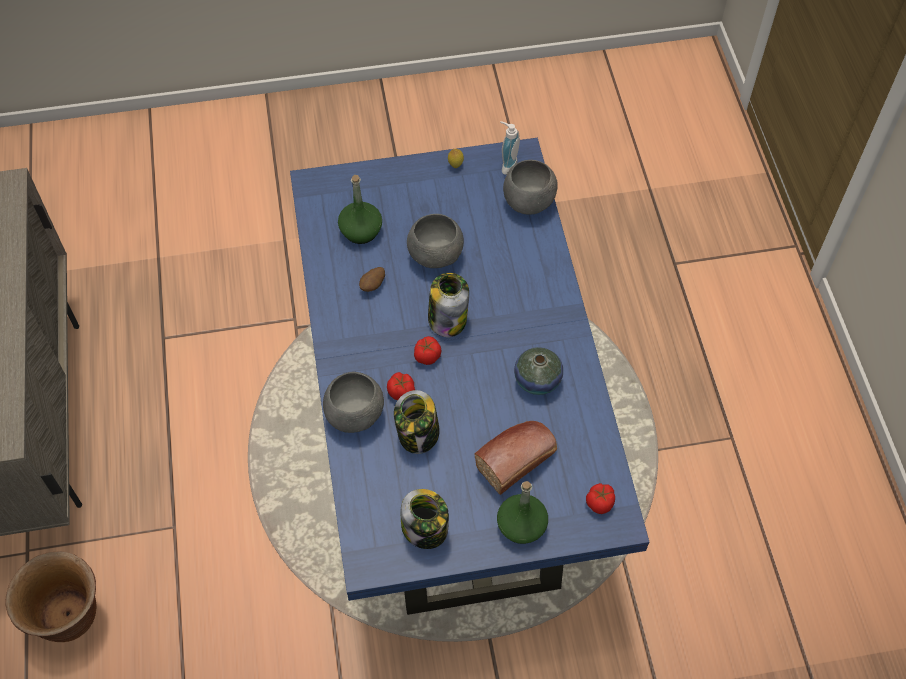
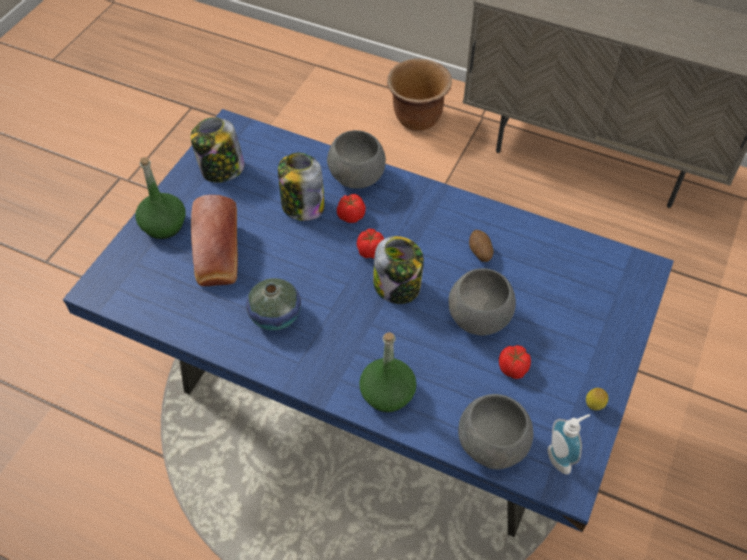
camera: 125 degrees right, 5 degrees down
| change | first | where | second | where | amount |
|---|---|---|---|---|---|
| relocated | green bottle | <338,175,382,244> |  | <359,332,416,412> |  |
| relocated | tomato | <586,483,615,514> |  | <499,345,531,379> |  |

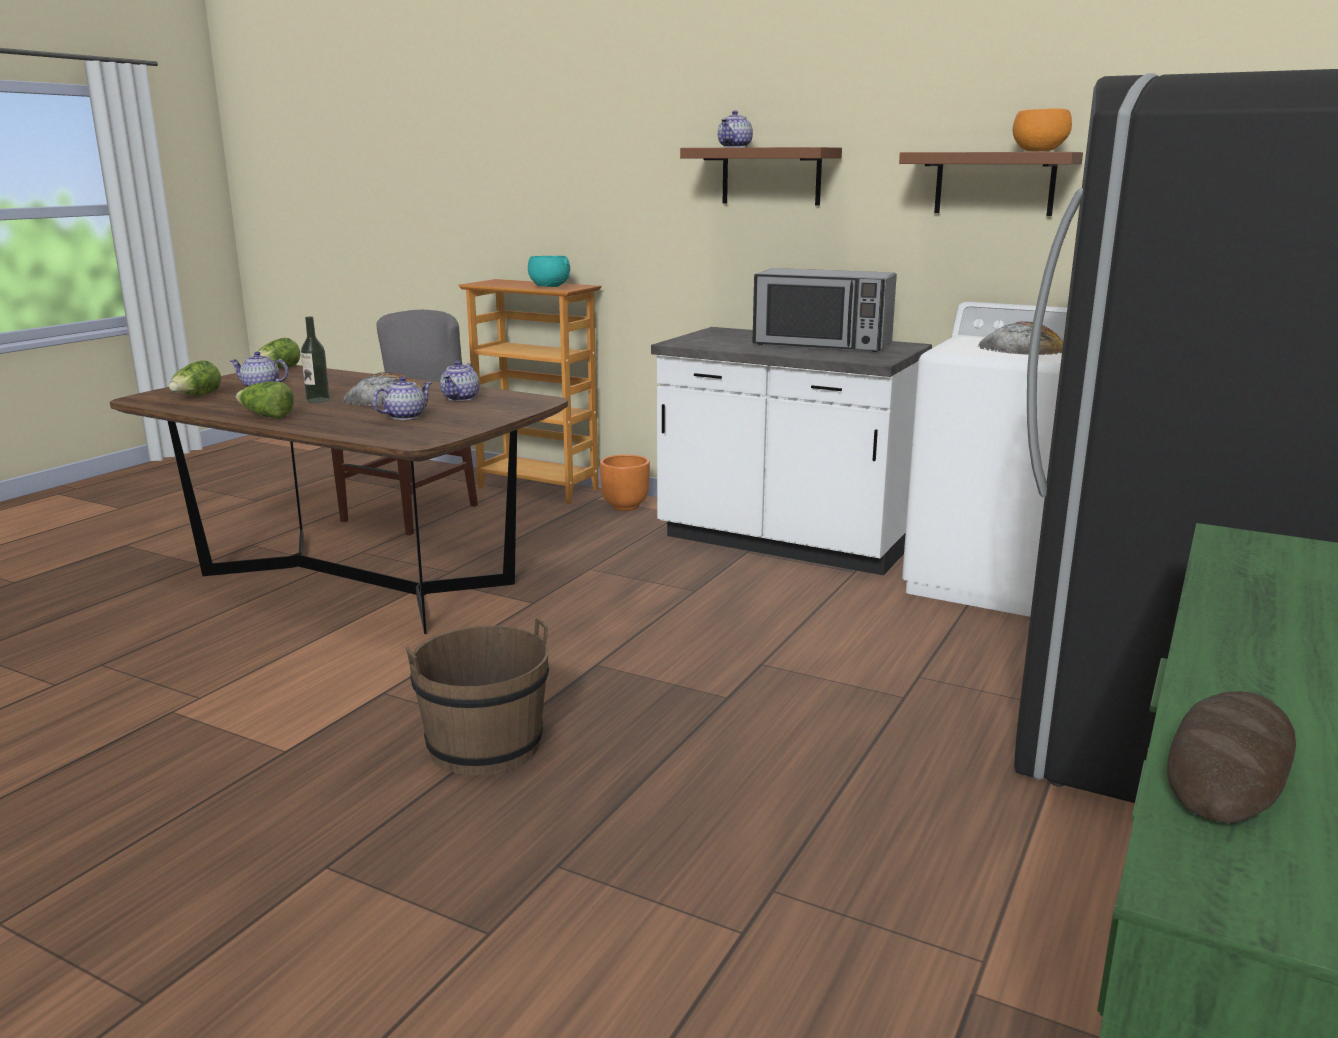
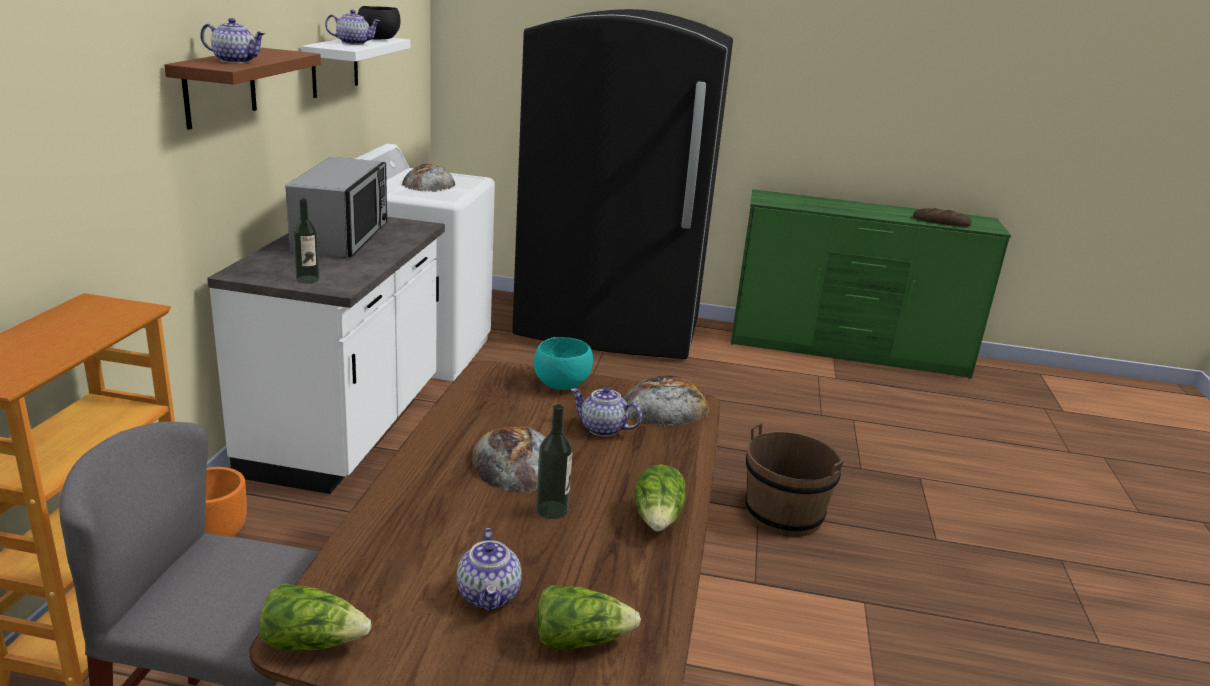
camera: 110 degrees left, 5 degrees up
| change | first | where | second | where | amount |
|---|---|---|---|---|---|
| appeared |  |  | bottle | <293,198,320,283> |  |
| appeared |  |  | bread | <623,375,709,426> |  |
| relocated | teapot | <440,361,480,401> |  | <325,10,380,45> |  |
| relocated | turquoise bowl | <528,256,570,287> |  | <534,337,593,390> |  |
| colour | brown shelf | <899,152,1083,216> | white shelf | <301,38,410,98> |  |
| colour | orange bowl | <1013,108,1072,152> | black bowl | <358,6,401,39> |  |

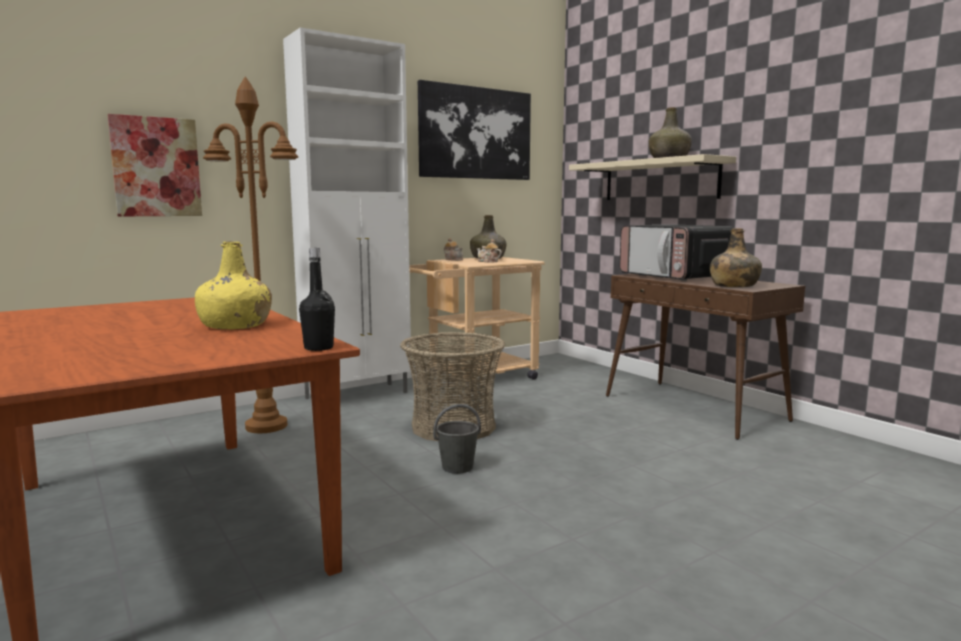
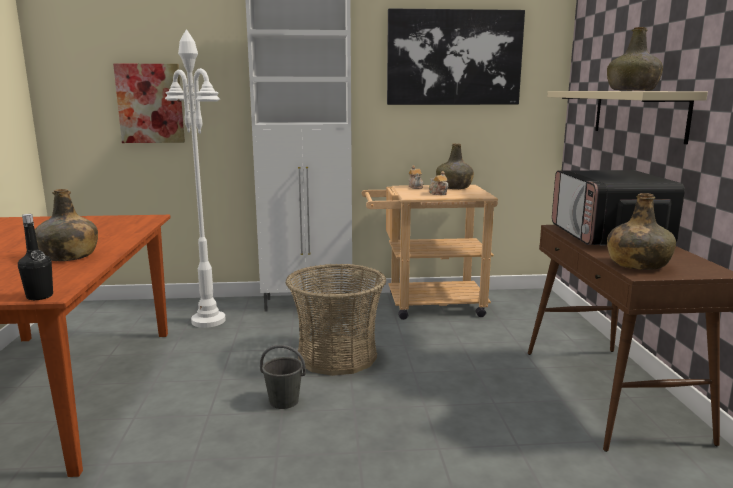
camera: 30 degrees right, 5 degrees up
| change | first | where | second | where | amount |
|---|---|---|---|---|---|
| colour | yellow bottle | <195,241,272,329> | green bottle | <35,189,98,261> |  |
| colour | brown floor lamp | <203,76,298,433> | white floor lamp | <165,29,226,328> |  |

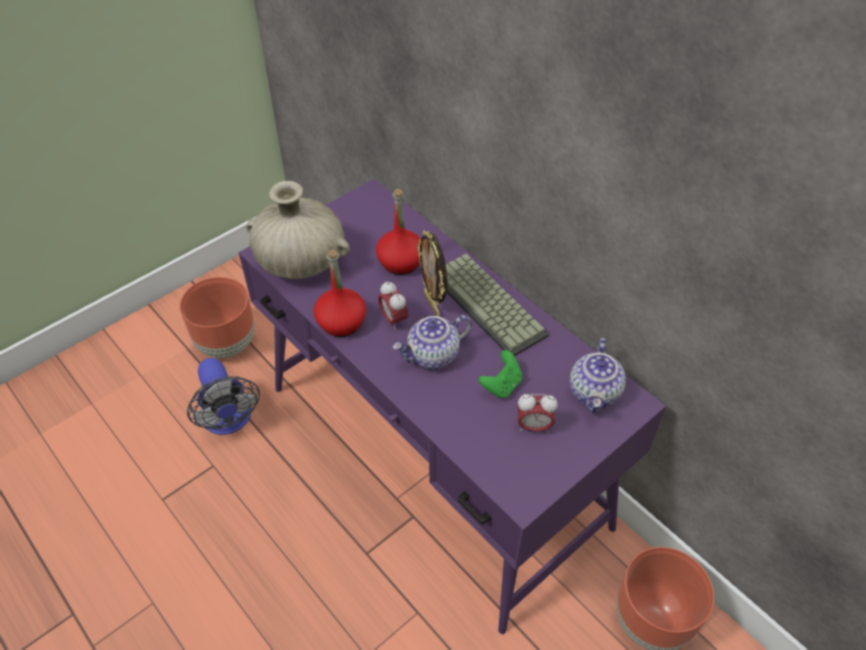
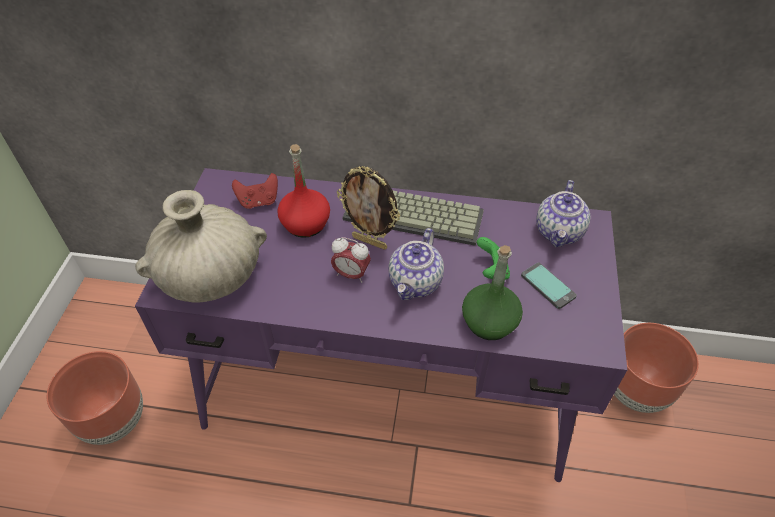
camera: 40 degrees left, 0 degrees up
| change | first | where | second | where | amount |
|---|---|---|---|---|---|
| missing | fan | <187,358,260,435> |  |  |  |
| missing | red bottle | <314,249,366,337> |  |  |  |
| appeared |  |  | red game controller | <232,173,278,209> |  |
| appeared |  |  | green bottle | <462,245,523,340> |  |
| exchanged | alarm clock | <518,394,558,433> | phone | <521,262,577,309> |  |
| spun | teapot | <570,338,626,413> |  | <536,180,591,247> | 45 degrees clockwise |

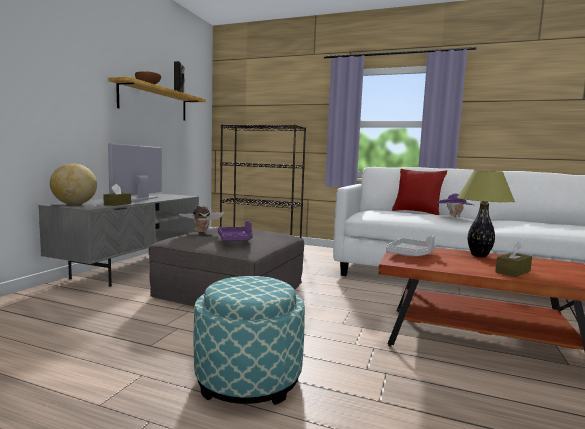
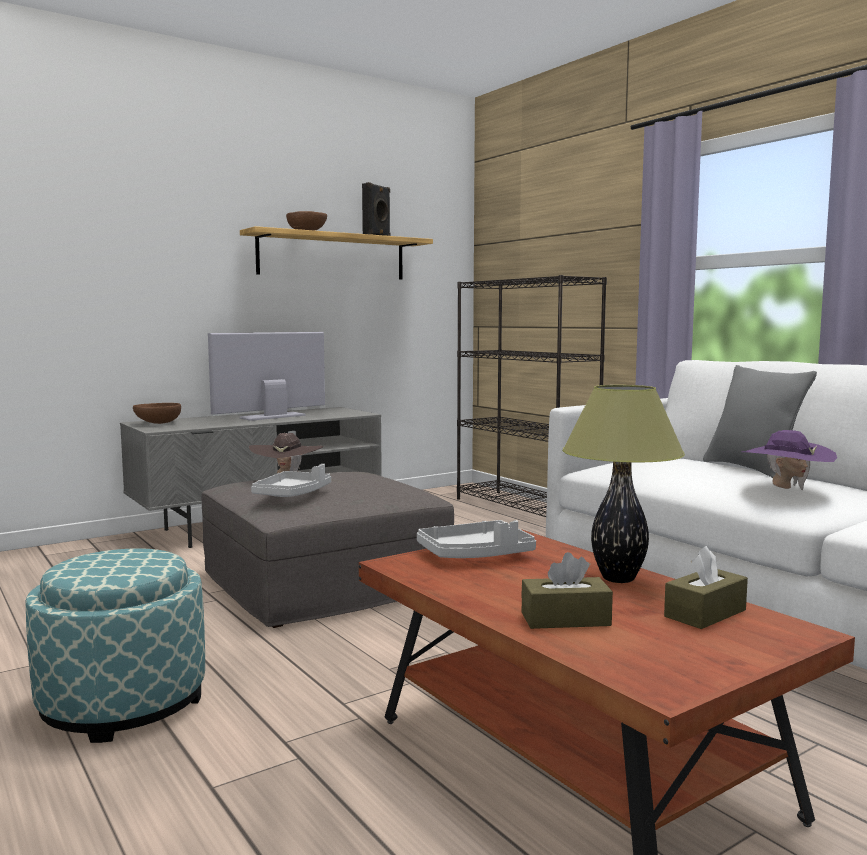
camera: 35 degrees right, 0 degrees up
| change | first | where | second | where | amount |
|---|---|---|---|---|---|
| relocated | brown tissue box | <103,184,131,206> |  | <664,546,748,629> |  |
| exchanged | globe | <50,163,97,205> | brown bowl | <133,403,181,424> |  |
| colour | purple tray | <218,221,253,241> | grey tray | <251,464,331,497> |  |
| colour | red pillow | <392,169,447,215> | grey pillow | <703,365,817,478> |  |

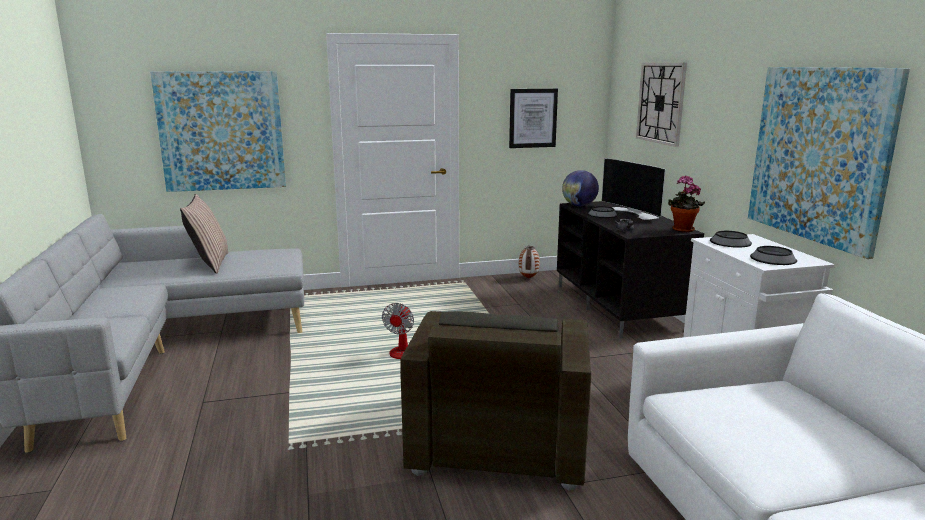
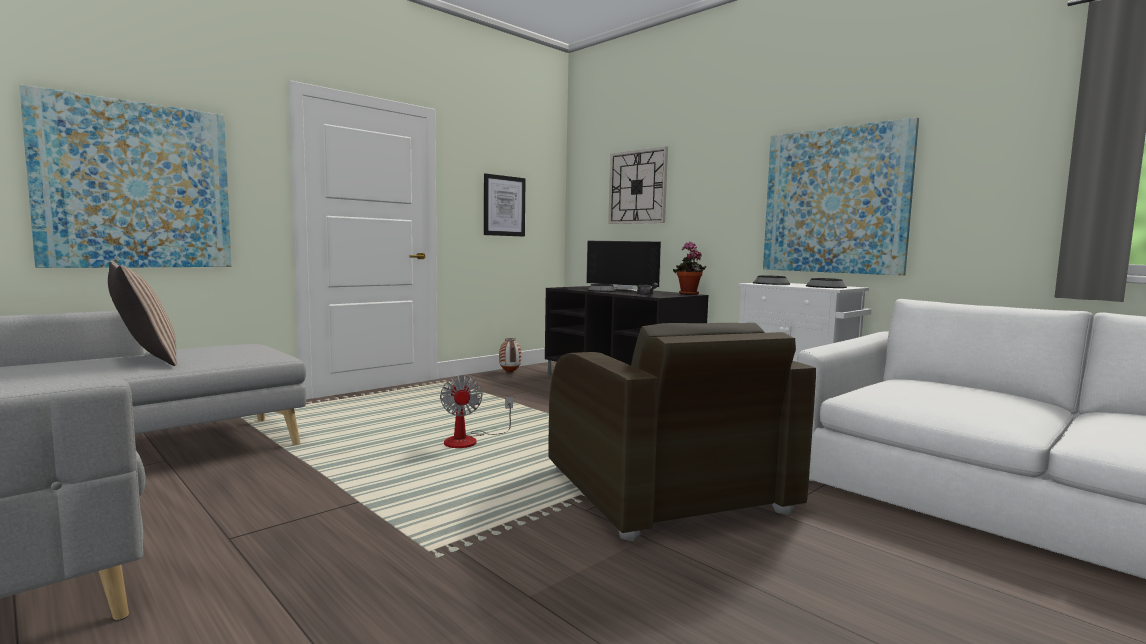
camera: 30 degrees left, 10 degrees down
| change | first | where | second | where | amount |
|---|---|---|---|---|---|
| missing | globe | <562,170,599,206> |  |  |  |

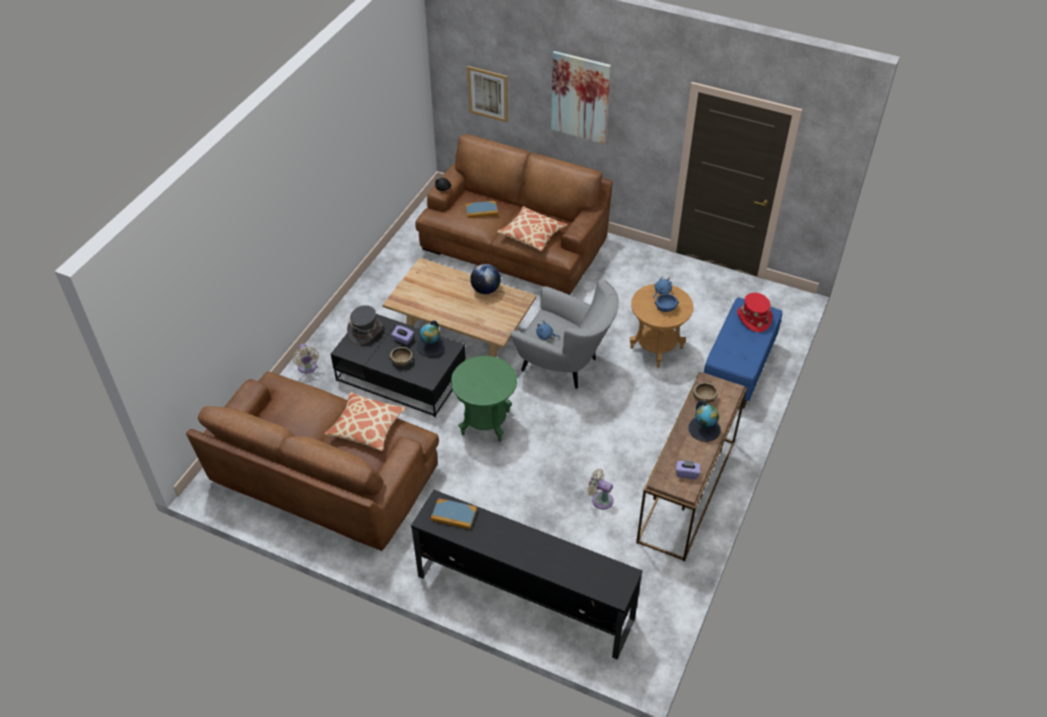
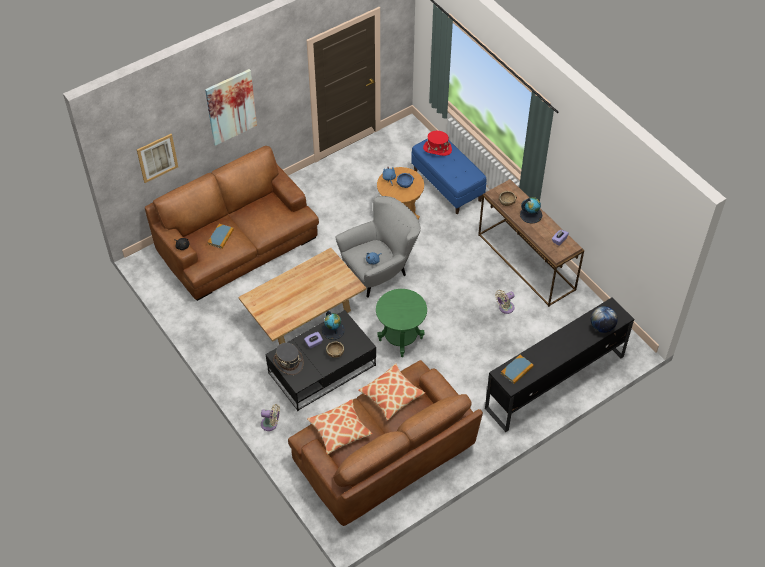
camera: 60 degrees left, 5 degrees up
| change | first | where | second | where | amount |
|---|---|---|---|---|---|
| relocated | globe | <470,264,501,294> |  | <591,306,618,333> |  |
| relocated | pillow | <497,206,568,251> |  | <307,399,373,455> |  |

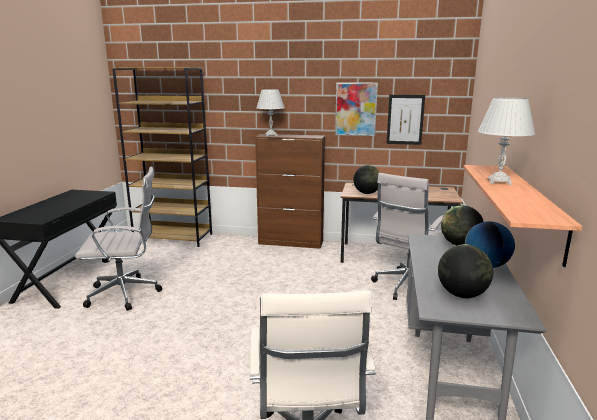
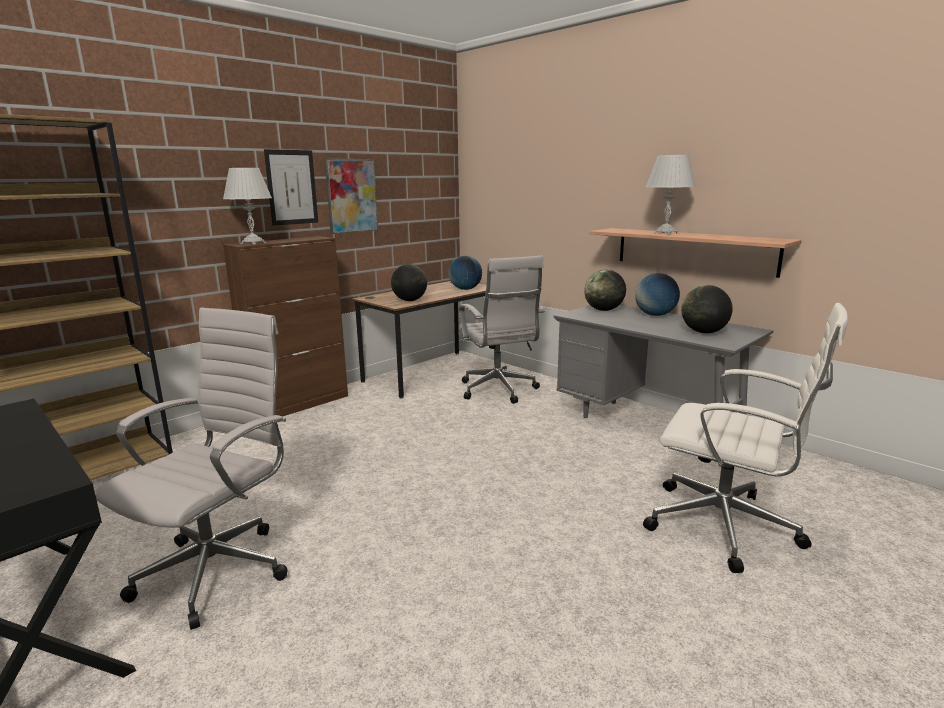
camera: 55 degrees left, 0 degrees up
| change | first | where | second | where | amount |
|---|---|---|---|---|---|
| appeared |  |  | globe | <449,256,482,290> |  |
| relocated | picture | <387,95,425,145> |  | <264,149,318,226> |  |

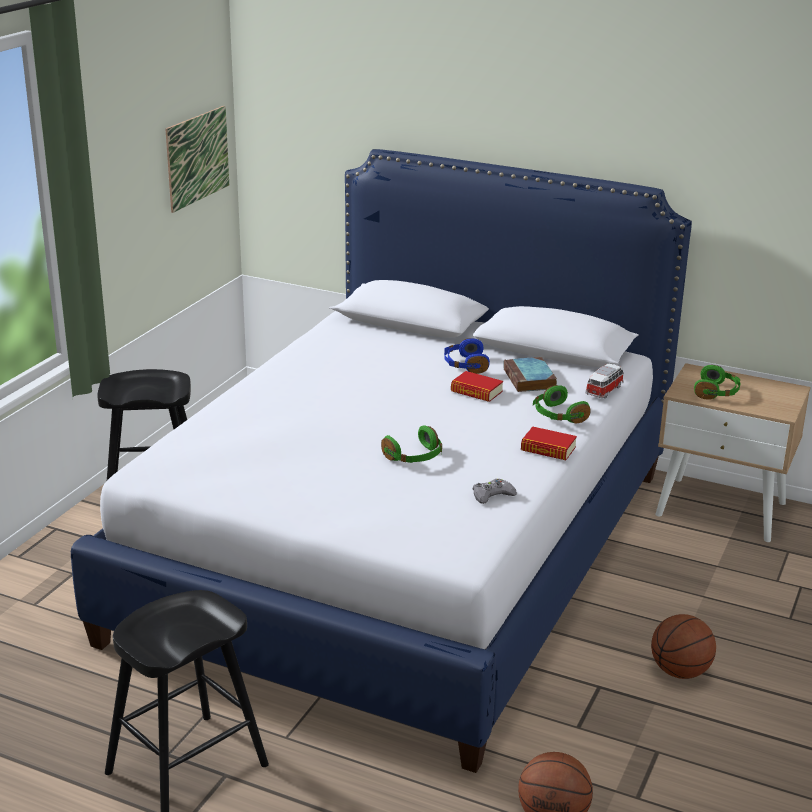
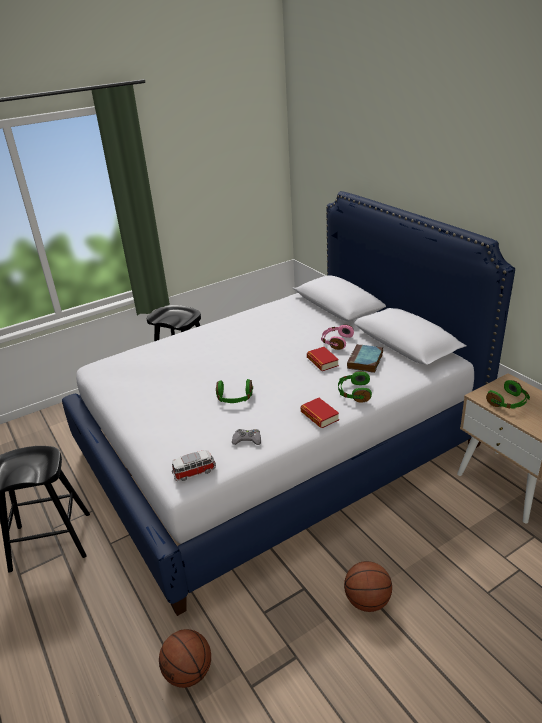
camera: 35 degrees right, 5 degrees up
| change | first | where | second | where | amount |
|---|---|---|---|---|---|
| missing | picture | <165,106,229,213> |  |  |  |
| relocated | toy car | <585,364,624,398> |  | <172,450,216,481> |  |
| colour | blue headphones | <444,338,490,374> | pink headphones | <321,325,354,350> |  |

